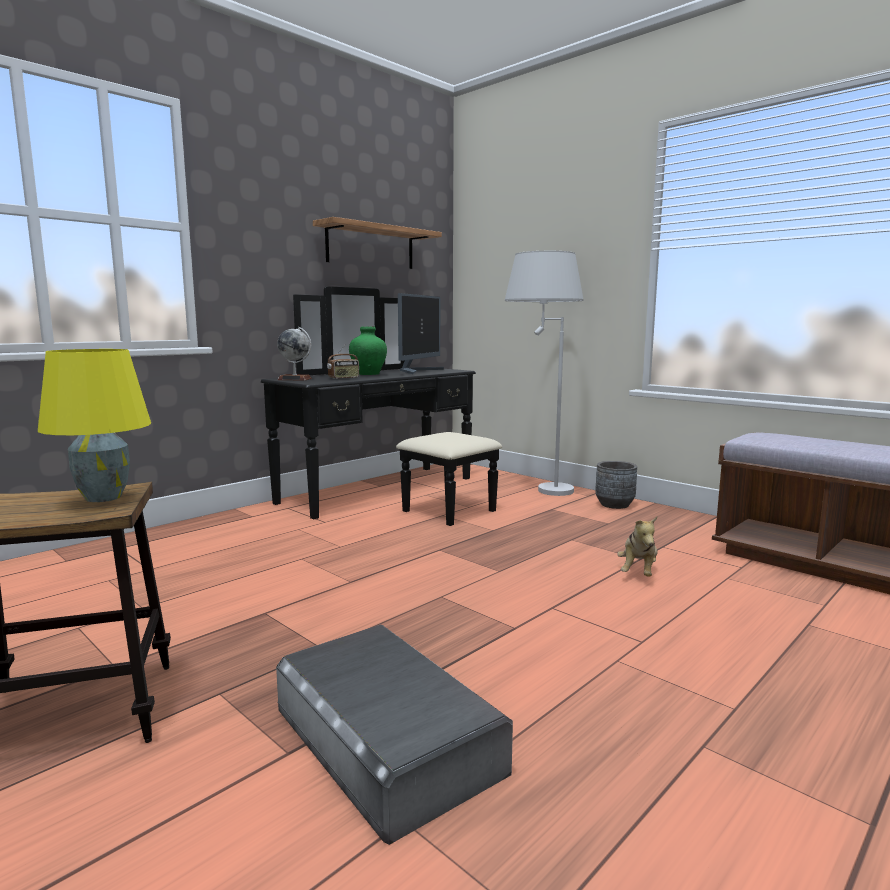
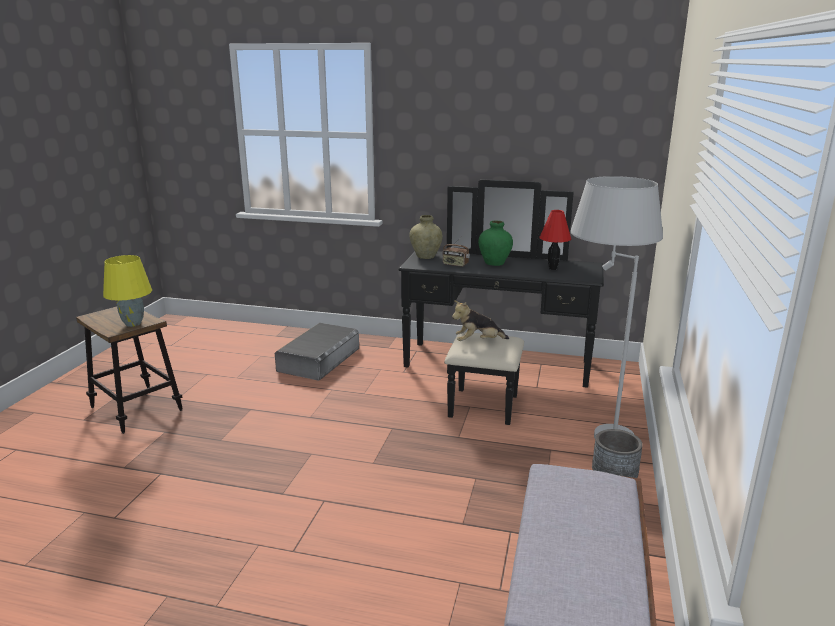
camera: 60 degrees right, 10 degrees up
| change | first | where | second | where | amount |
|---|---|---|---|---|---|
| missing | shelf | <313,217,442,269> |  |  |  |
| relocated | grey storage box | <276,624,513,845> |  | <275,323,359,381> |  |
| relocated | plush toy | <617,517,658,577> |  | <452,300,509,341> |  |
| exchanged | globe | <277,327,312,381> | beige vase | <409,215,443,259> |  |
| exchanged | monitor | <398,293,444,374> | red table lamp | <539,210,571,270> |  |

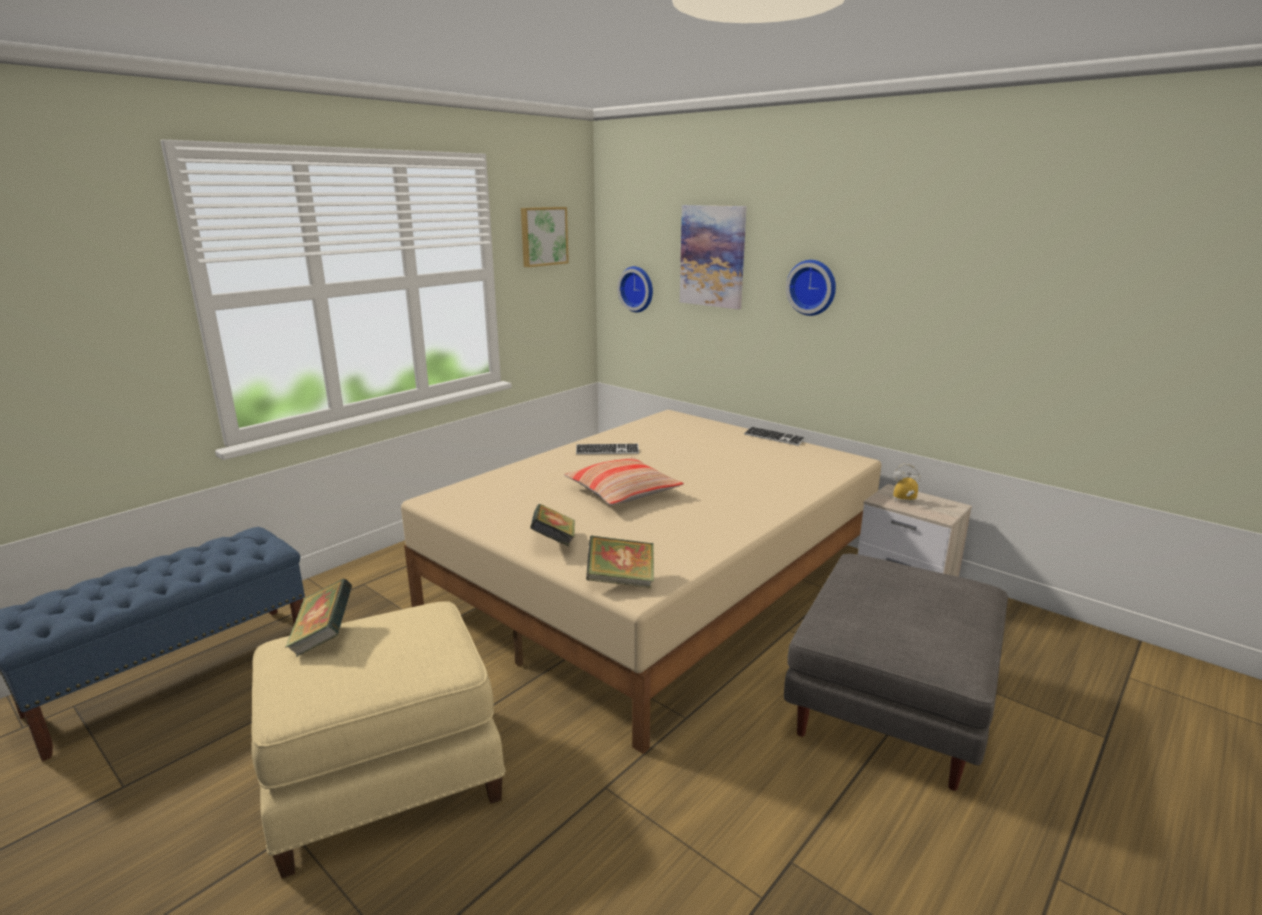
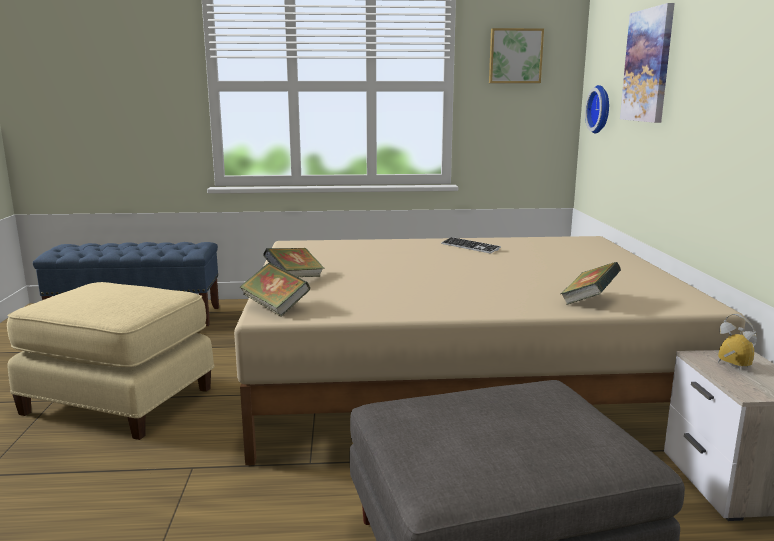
camera: 45 degrees right, 5 degrees down
| change | first | where | second | where | amount |
|---|---|---|---|---|---|
| missing | pillow | <564,457,684,505> |  |  |  |
| missing | keyboard | <744,427,806,446> |  |  |  |
| missing | wall clock | <786,260,836,316> |  |  |  |
| relocated | book | <285,579,352,657> |  | <561,262,621,305> |  |

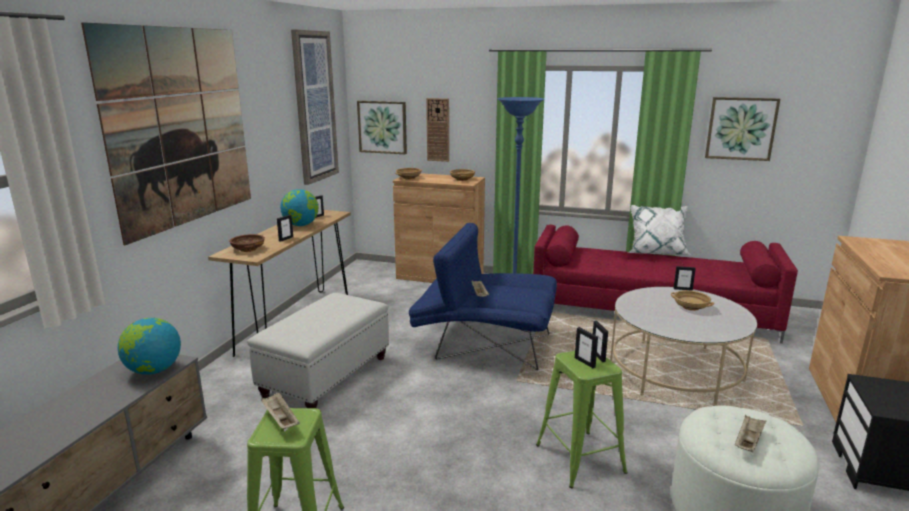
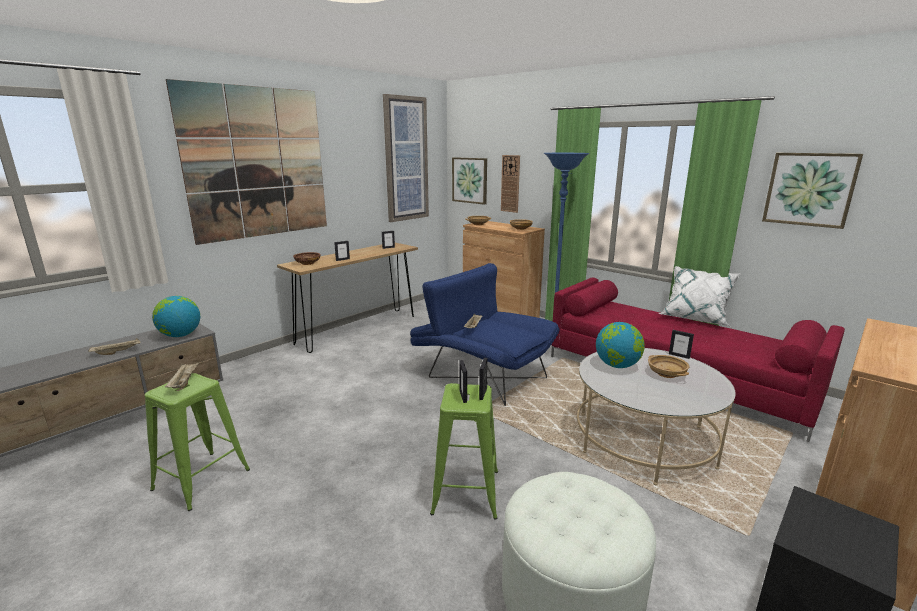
camera: 25 degrees right, 0 degrees up
| change | first | where | second | where | amount |
|---|---|---|---|---|---|
| missing | white ottoman | <247,293,389,408> |  |  |  |
| relocated | globe | <280,189,318,226> |  | <596,322,645,368> |  |
| relocated | beige tray | <735,415,766,452> |  | <88,338,141,355> |  |

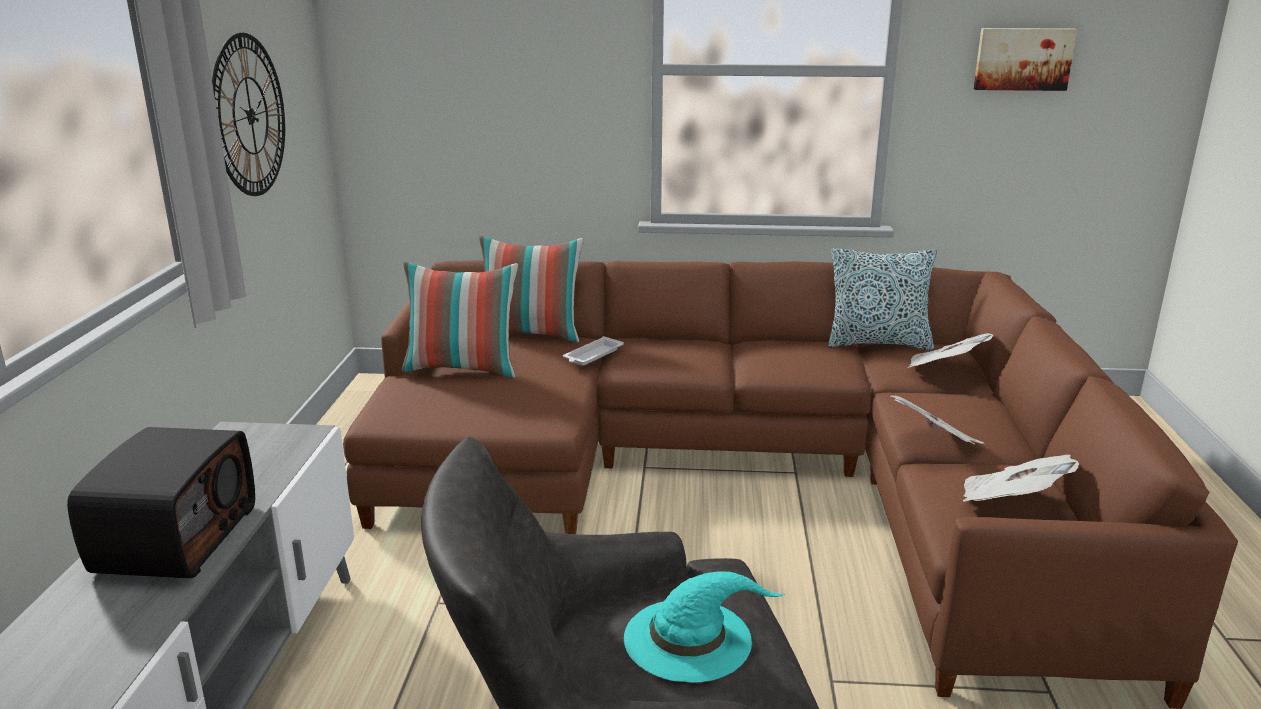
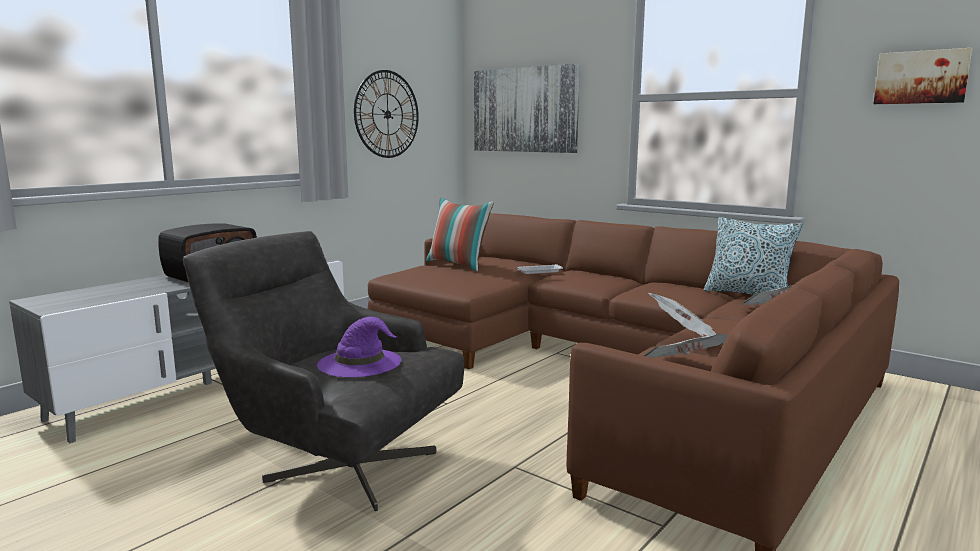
camera: 35 degrees right, 10 degrees down
| change | first | where | second | where | amount |
|---|---|---|---|---|---|
| missing | pillow | <479,236,584,342> |  |  |  |
| appeared |  |  | picture | <474,64,580,153> |  |
| colour | turquoise hat | <624,571,785,682> | purple hat | <317,316,402,377> |  |

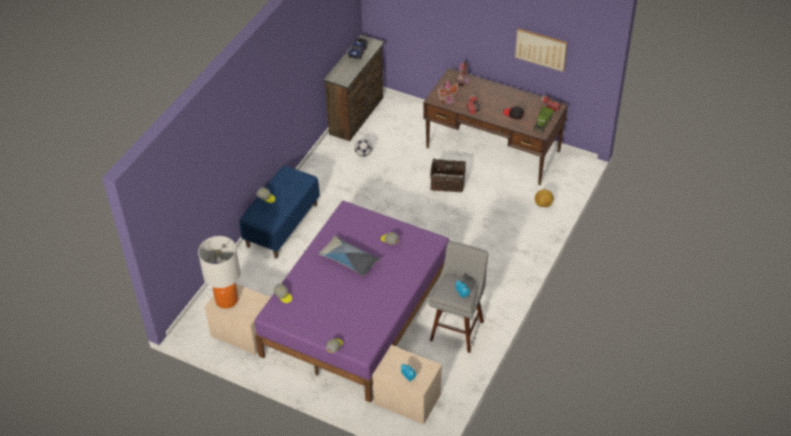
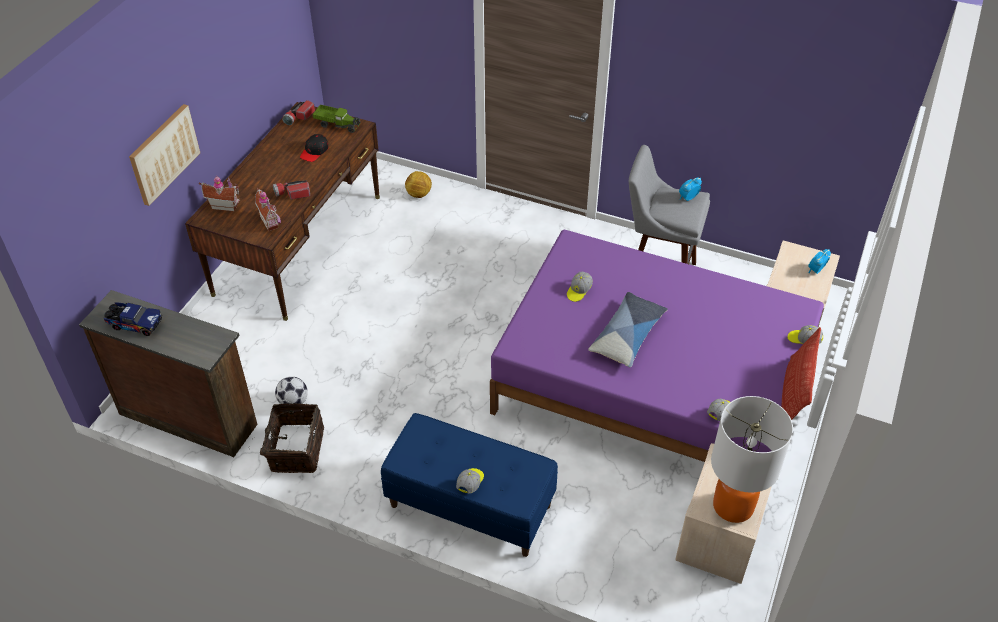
camera: 95 degrees left, 0 degrees up
| change | first | where | second | where | amount |
|---|---|---|---|---|---|
| appeared |  |  | pillow | <782,327,821,420> |  |
| relocated | basket | <430,156,466,192> |  | <260,403,324,473> |  |
| relocated | picture | <515,28,568,72> |  | <129,104,200,206> |  |

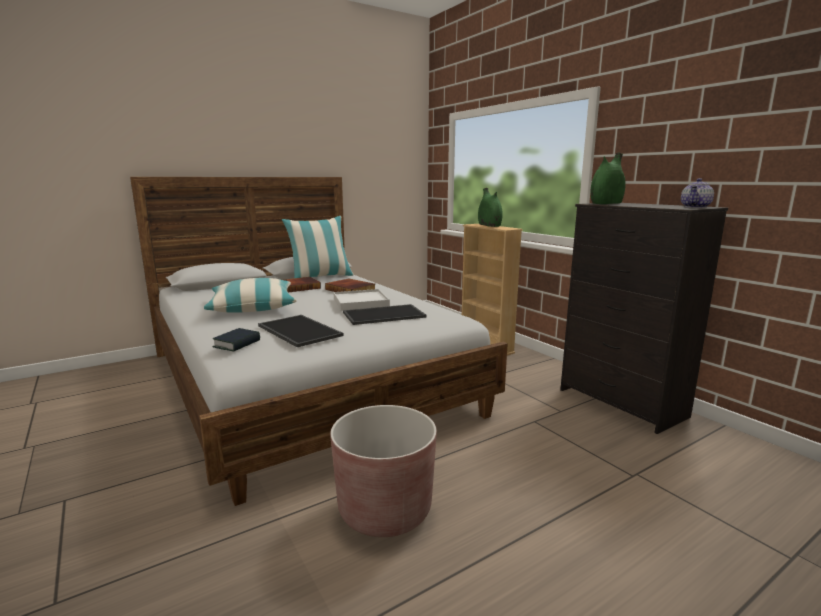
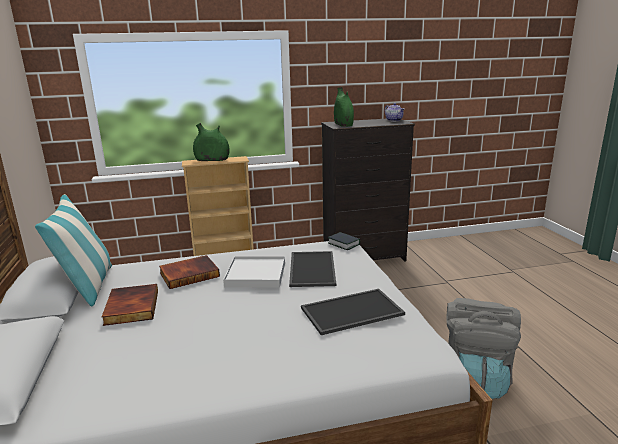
camera: 70 degrees left, 5 degrees up
| change | first | where | second | where | amount |
|---|---|---|---|---|---|
| missing | pillow | <204,278,297,313> |  |  |  |
| relocated | book | <213,328,260,352> |  | <328,232,360,250> |  |
| exchanged | brown planter | <330,405,437,537> | grey backpack | <446,298,521,399> |  |

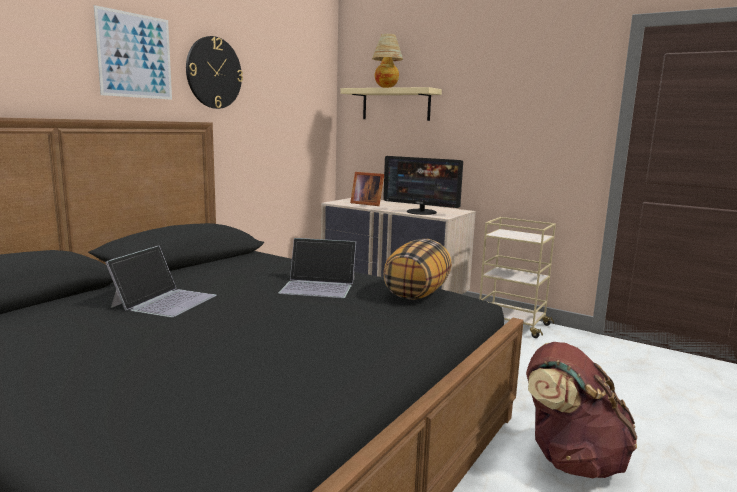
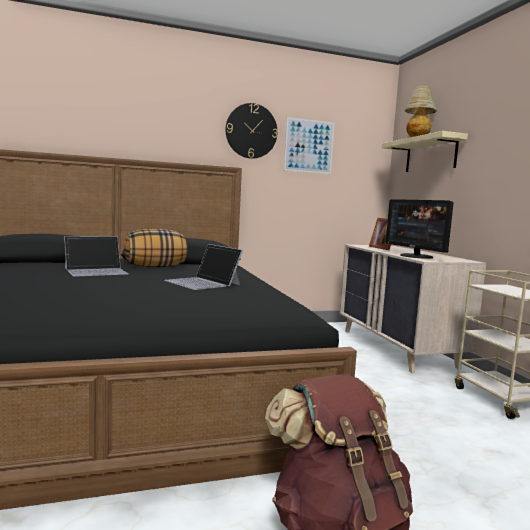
camera: 40 degrees right, 5 degrees down
| change | first | where | second | where | amount |
|---|---|---|---|---|---|
| relocated | picture | <94,5,172,100> |  | <284,117,335,174> |  |
| relocated | pillow | <383,239,452,299> |  | <124,229,187,267> |  |

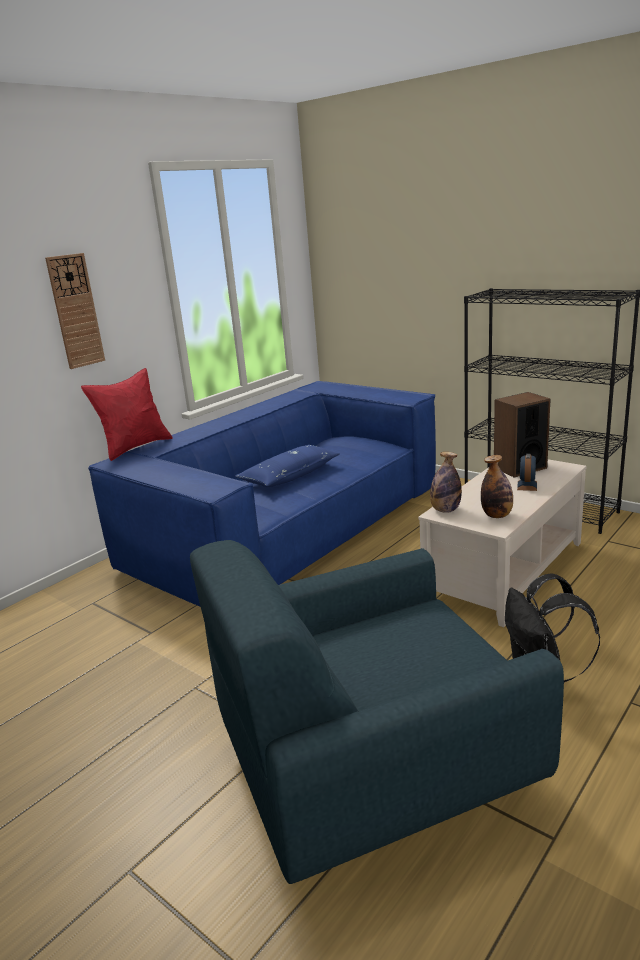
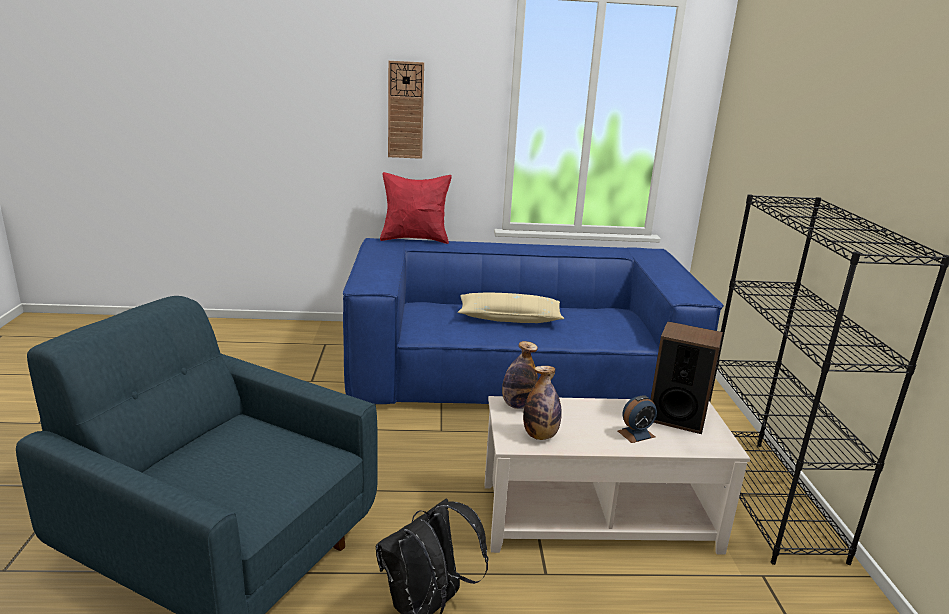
camera: 45 degrees right, 0 degrees up
| change | first | where | second | where | amount |
|---|---|---|---|---|---|
| colour | blue pillow | <235,445,340,487> | beige pillow | <458,292,564,323> |  |

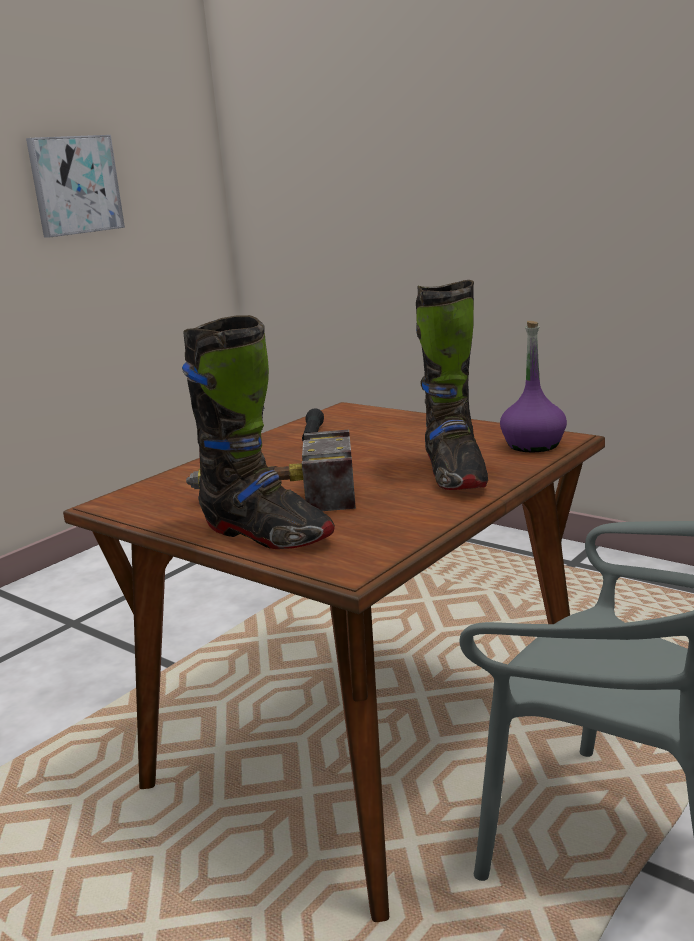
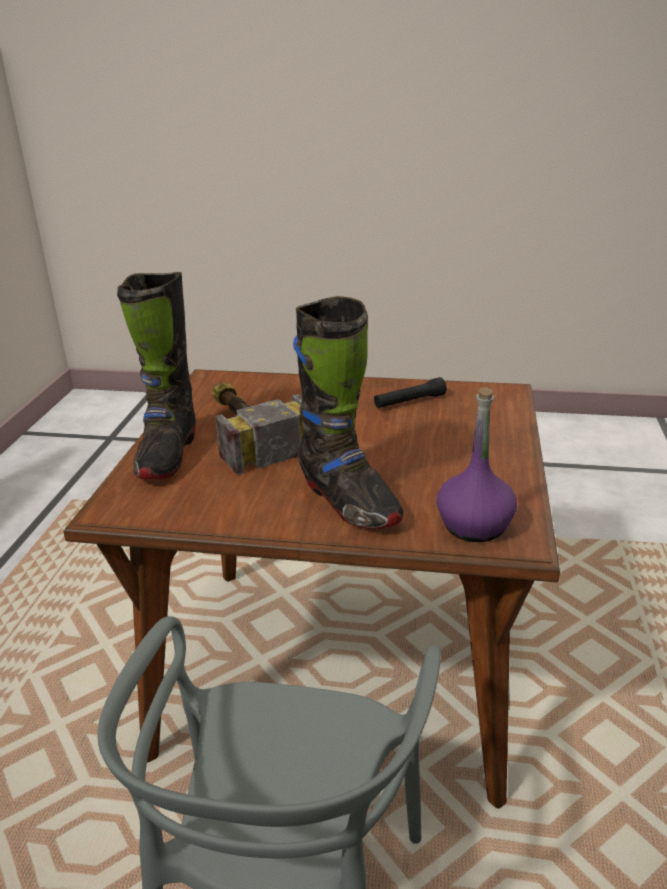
camera: 60 degrees right, 10 degrees up
| change | first | where | second | where | amount |
|---|---|---|---|---|---|
| missing | picture | <26,135,125,238> |  |  |  |
| spun | black boot | <416,280,488,490> |  | <293,296,403,529> | 90 degrees counterclockwise |

